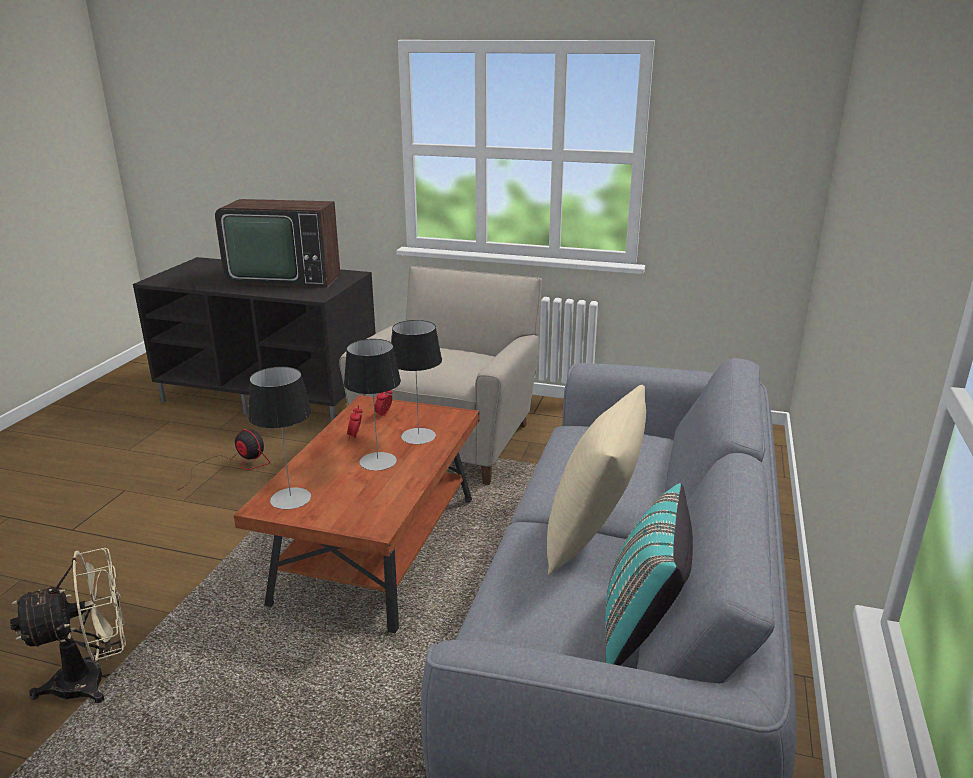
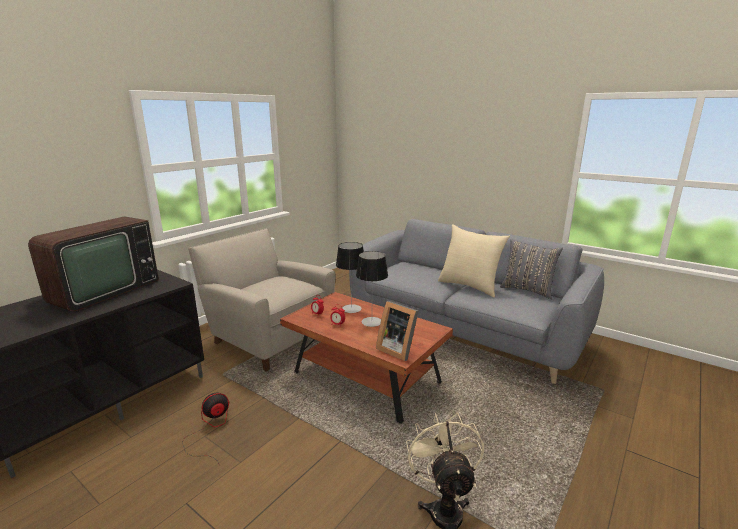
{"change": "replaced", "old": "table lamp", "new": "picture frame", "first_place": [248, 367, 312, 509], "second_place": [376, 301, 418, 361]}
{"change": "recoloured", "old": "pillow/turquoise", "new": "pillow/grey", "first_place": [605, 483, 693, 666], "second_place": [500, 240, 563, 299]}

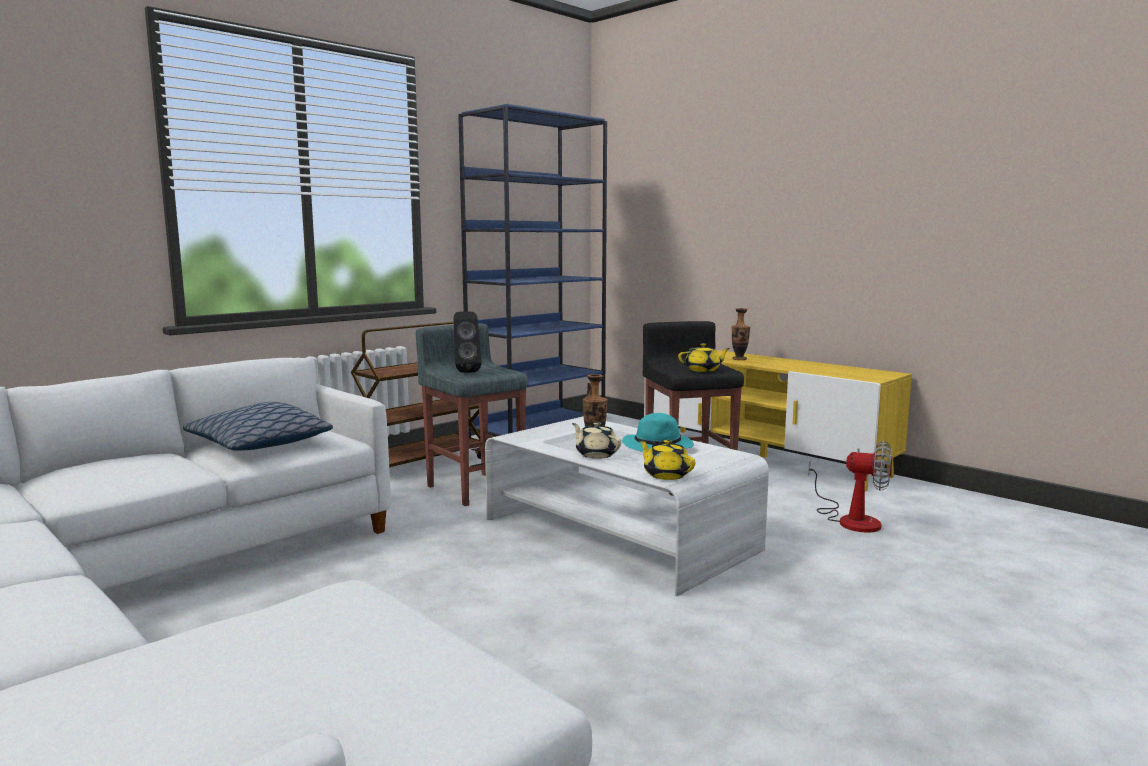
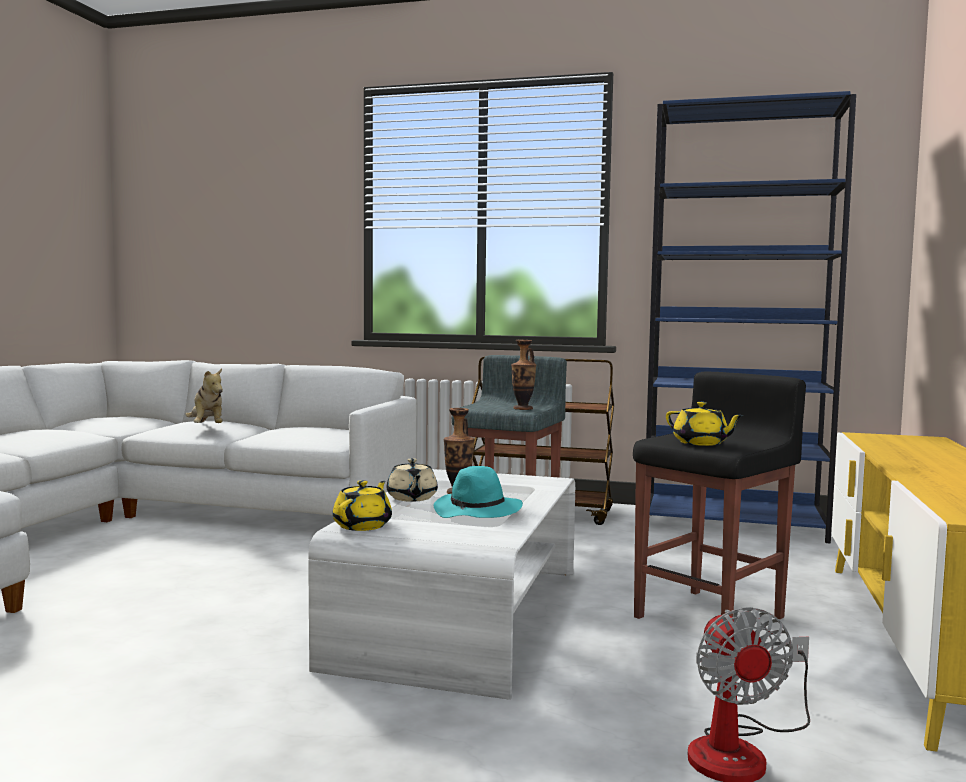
{"change": "moved", "old": "vase", "first_place": [732, 308, 750, 360], "second_place": [511, 340, 536, 410]}
{"change": "removed", "old": "speaker/black", "first_place": [454, 312, 482, 373]}
{"change": "removed", "old": "pillow", "first_place": [183, 402, 333, 450]}
{"change": "turned", "old": "teapot/beige", "first_place": [572, 422, 621, 459], "second_place": [386, 458, 438, 502], "degrees": 150}
{"change": "added", "new": "plush toy", "second_place": [185, 368, 223, 423]}

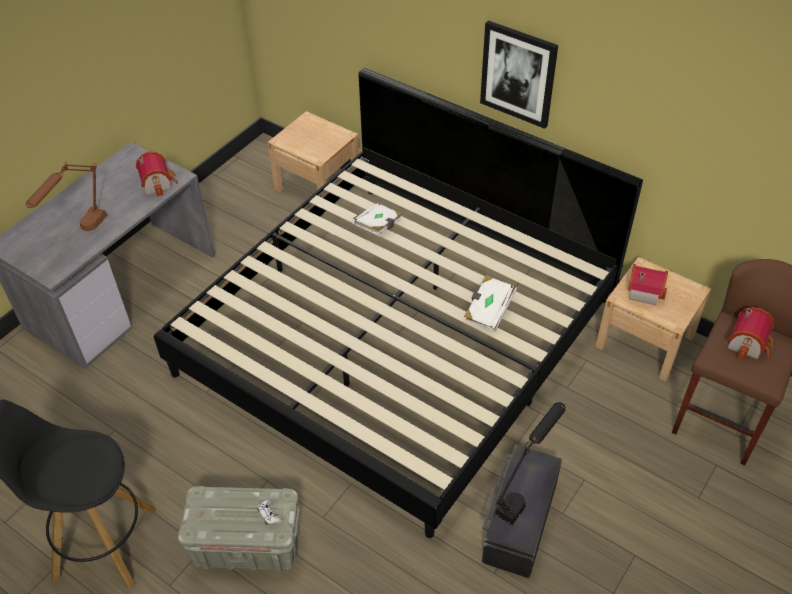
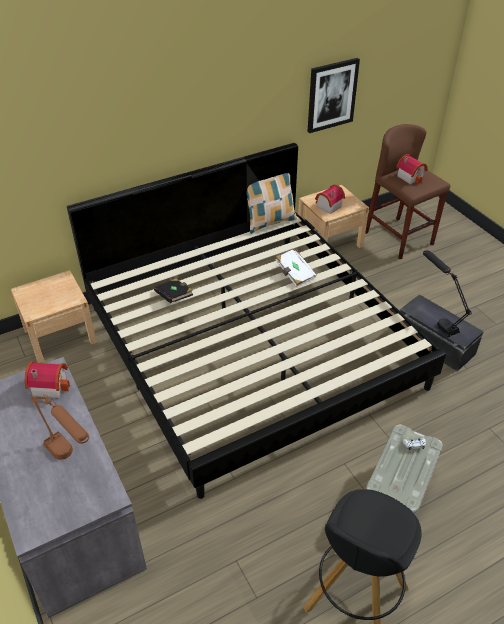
{"change": "moved", "old": "picture", "first_place": [480, 21, 558, 129], "second_place": [307, 58, 360, 133]}
{"change": "recoloured", "old": "book/white", "new": "book/black", "first_place": [352, 203, 403, 235], "second_place": [154, 278, 193, 303]}
{"change": "added", "new": "pillow", "second_place": [246, 173, 297, 234]}

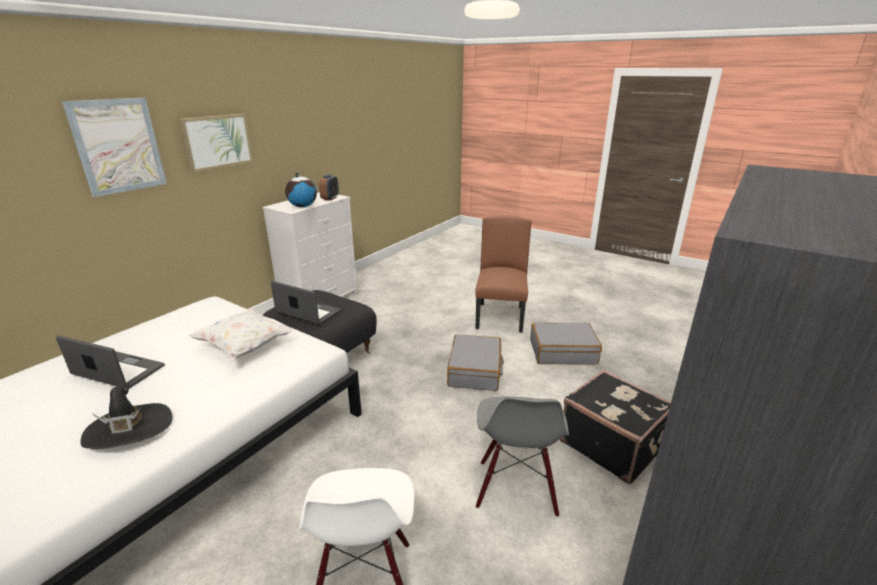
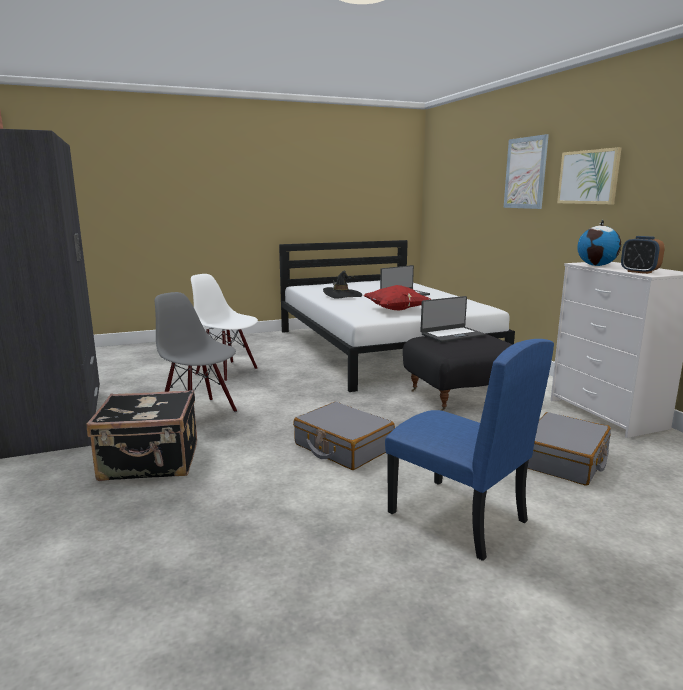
{"change": "recoloured", "old": "chair/brown", "new": "chair/blue", "first_place": [475, 215, 531, 333], "second_place": [385, 339, 554, 561]}
{"change": "recoloured", "old": "pillow/white", "new": "pillow/red", "first_place": [189, 309, 293, 361], "second_place": [363, 285, 432, 310]}
{"change": "moved", "old": "suitcase/grey", "first_place": [530, 323, 602, 364], "second_place": [527, 412, 611, 486]}

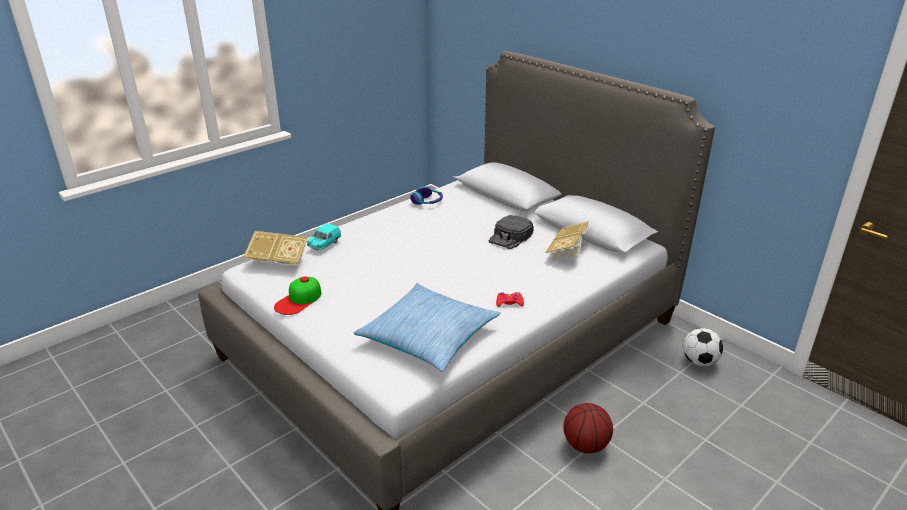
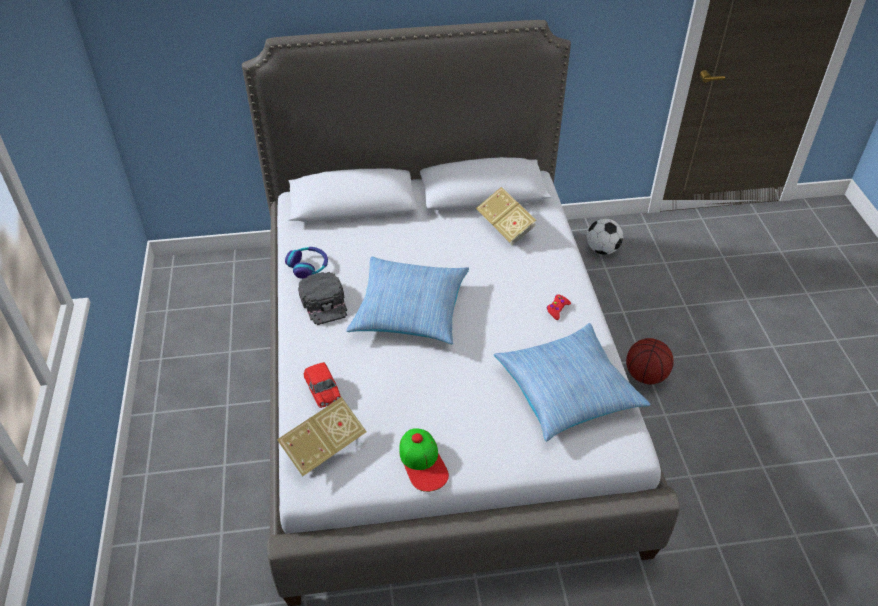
{"change": "moved", "old": "cap/black", "first_place": [489, 215, 534, 249], "second_place": [298, 272, 347, 325]}
{"change": "recoloured", "old": "toy car/turquoise", "new": "toy car/red", "first_place": [307, 224, 341, 250], "second_place": [304, 362, 341, 408]}
{"change": "added", "new": "pillow", "second_place": [346, 257, 469, 345]}

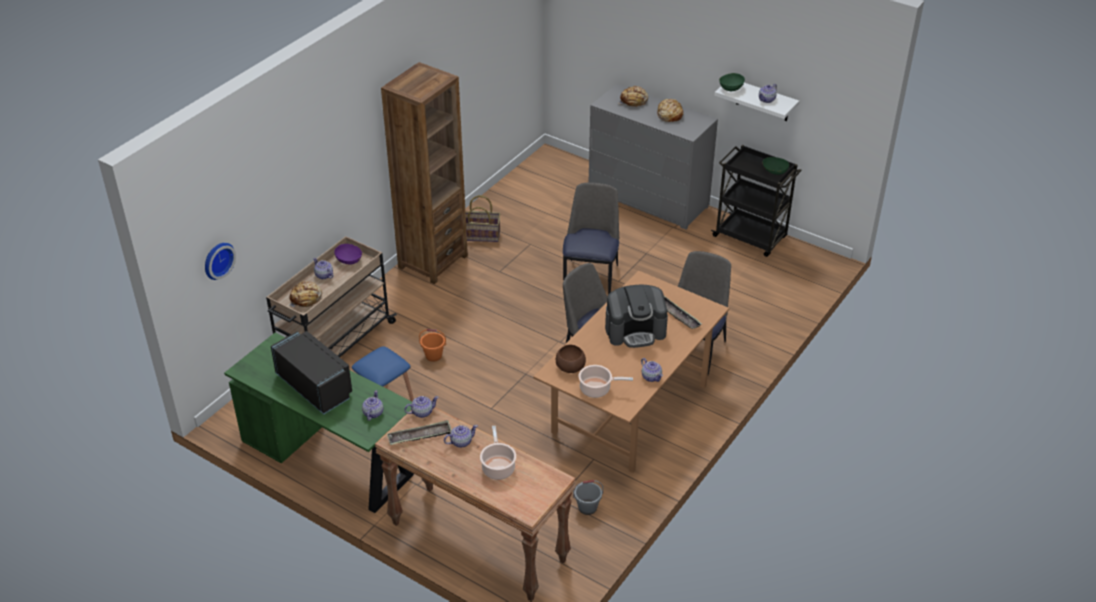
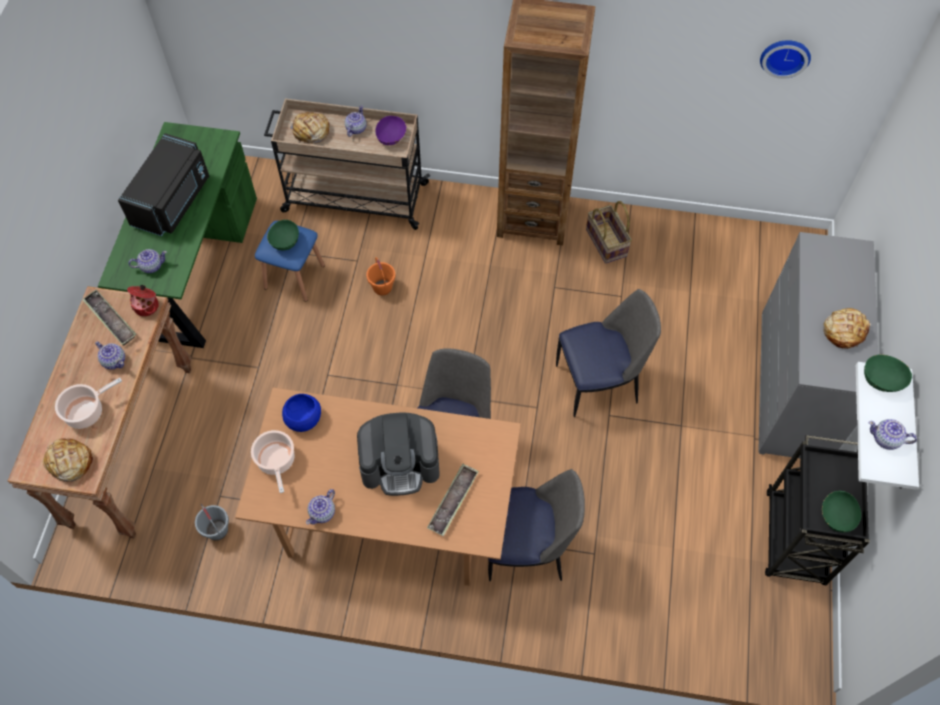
{"change": "moved", "old": "bread", "first_place": [618, 86, 648, 108], "second_place": [43, 439, 93, 482]}
{"change": "moved", "old": "wall clock", "first_place": [205, 243, 236, 280], "second_place": [760, 40, 811, 79]}
{"change": "turned", "old": "coffee machine", "first_place": [605, 284, 668, 348], "second_place": [357, 412, 440, 496], "degrees": -60}
{"change": "recoloured", "old": "bowl/brown", "new": "bowl/blue", "first_place": [556, 345, 586, 373], "second_place": [282, 394, 321, 432]}
{"change": "replaced", "old": "teapot", "new": "cooking pot", "first_place": [404, 396, 439, 418], "second_place": [127, 285, 159, 316]}
{"change": "added", "new": "bowl/green", "second_place": [267, 220, 299, 250]}

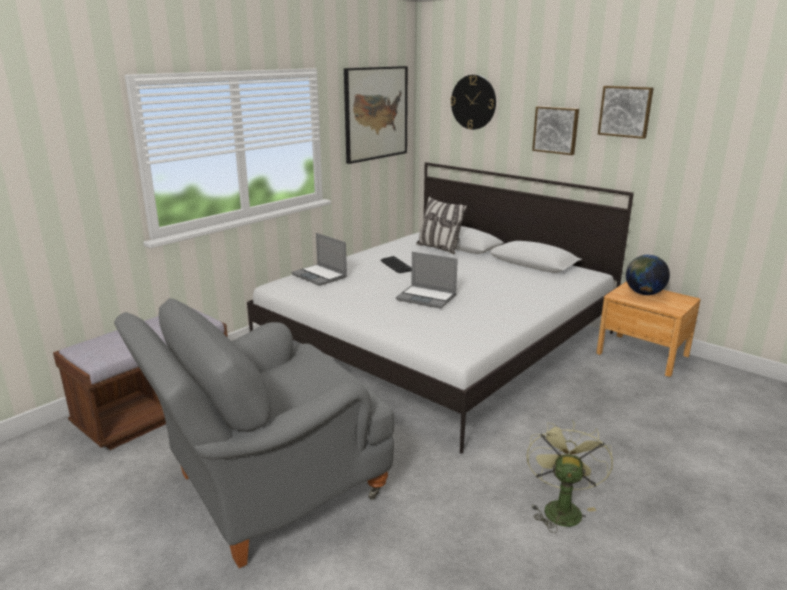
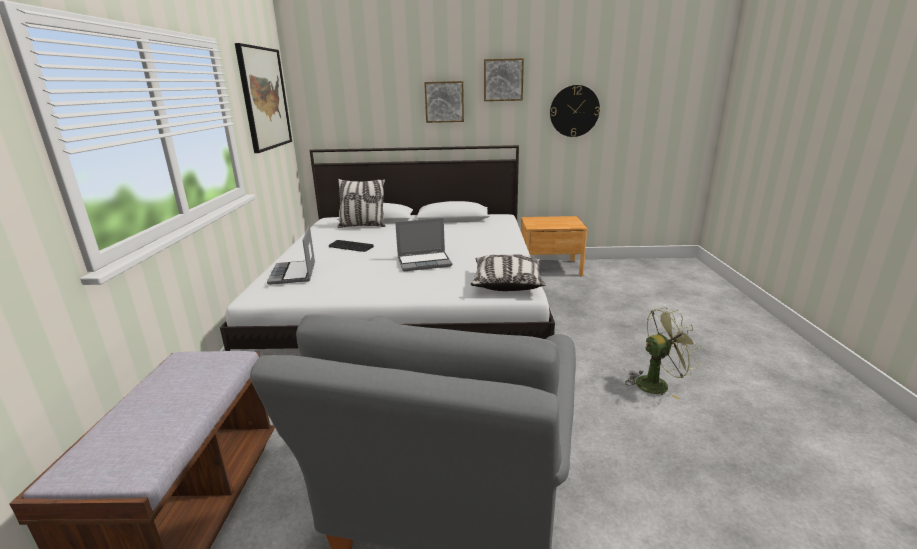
{"change": "moved", "old": "wall clock", "first_place": [450, 75, 496, 130], "second_place": [550, 85, 600, 137]}
{"change": "turned", "old": "laptop", "first_place": [291, 233, 347, 286], "second_place": [267, 225, 315, 285], "degrees": 75}
{"change": "removed", "old": "globe", "first_place": [626, 255, 670, 295]}
{"change": "turned", "old": "fan/green", "first_place": [527, 420, 613, 533], "second_place": [625, 307, 700, 400], "degrees": 105}
{"change": "added", "new": "pillow", "second_place": [471, 254, 546, 291]}

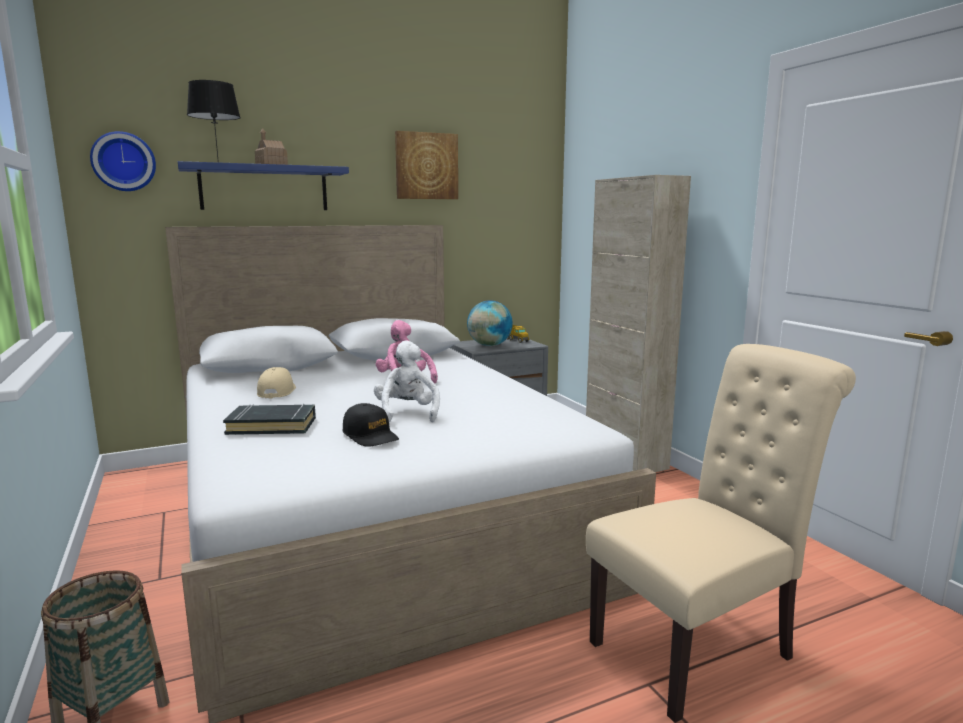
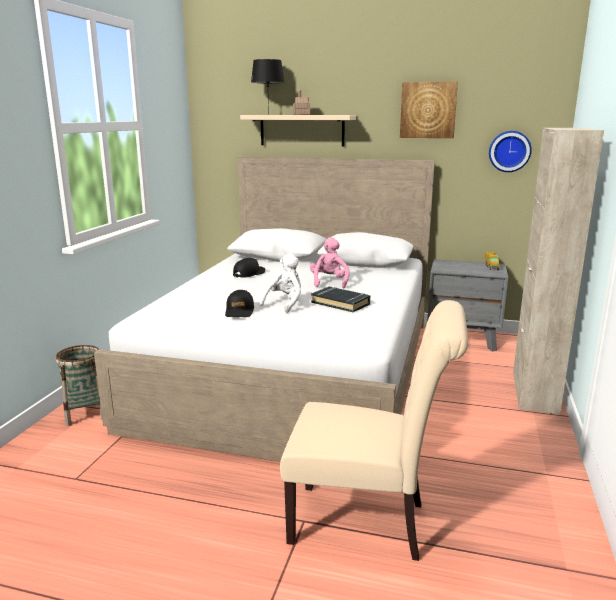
{"change": "moved", "old": "wall clock", "first_place": [90, 131, 156, 191], "second_place": [489, 131, 532, 172]}
{"change": "recoloured", "old": "shelf/blue", "new": "shelf/beige", "first_place": [178, 161, 349, 210], "second_place": [240, 115, 356, 147]}
{"change": "removed", "old": "globe", "first_place": [467, 300, 513, 346]}
{"change": "recoloured", "old": "cap/beige", "new": "cap/black", "first_place": [257, 367, 296, 399], "second_place": [233, 258, 265, 278]}
{"change": "moved", "old": "book/black", "first_place": [223, 404, 316, 435], "second_place": [311, 287, 370, 312]}

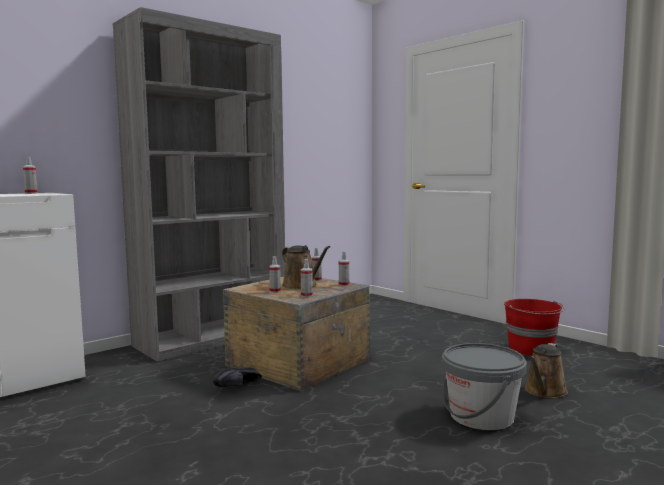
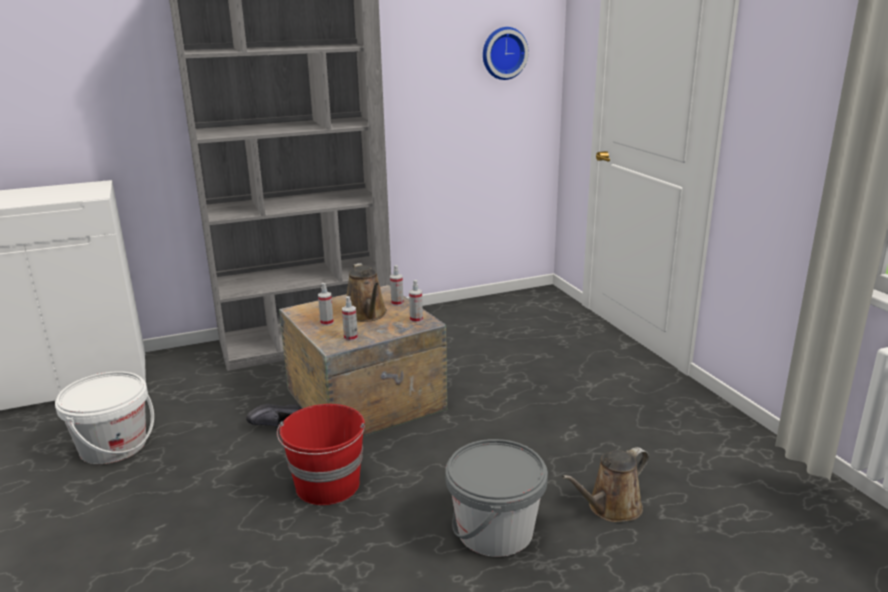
{"change": "removed", "old": "spray bottle", "first_place": [23, 156, 38, 194]}
{"change": "moved", "old": "bucket/red", "first_place": [504, 299, 565, 356], "second_place": [277, 404, 365, 505]}
{"change": "added", "new": "wall clock", "second_place": [483, 27, 529, 80]}
{"change": "added", "new": "bucket/white", "second_place": [55, 371, 154, 464]}

